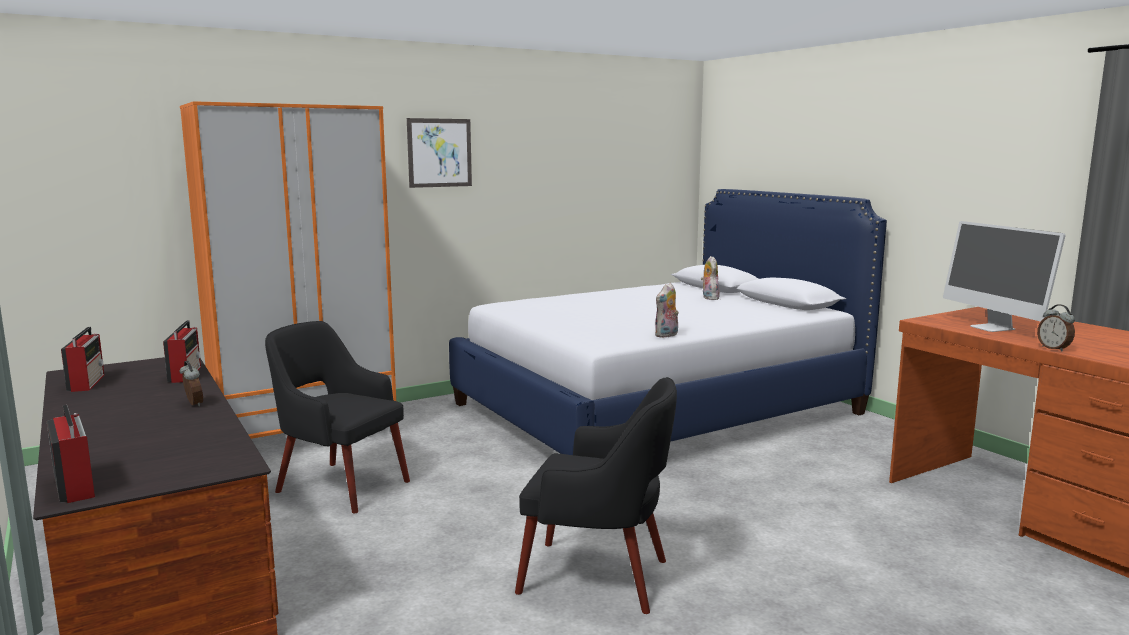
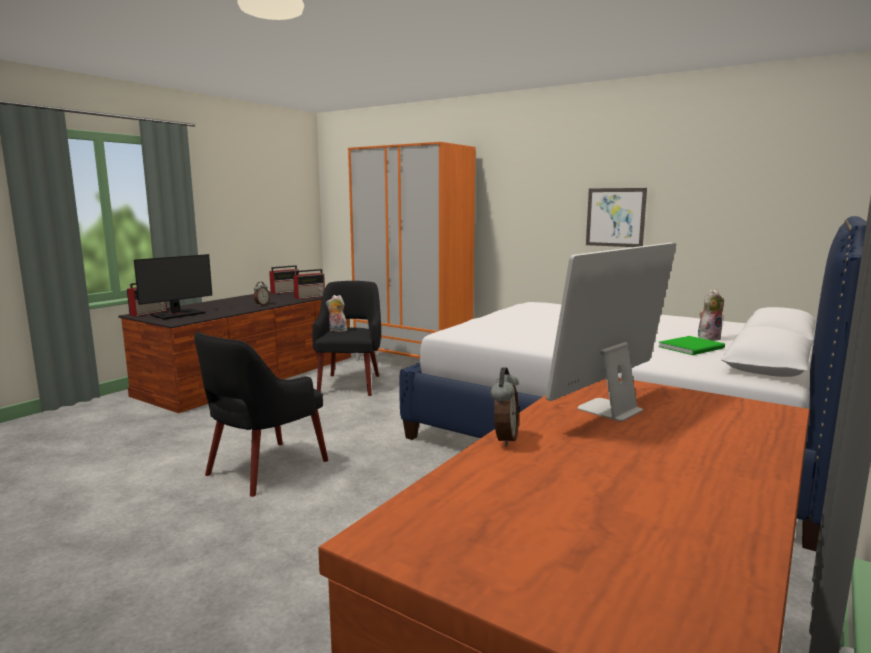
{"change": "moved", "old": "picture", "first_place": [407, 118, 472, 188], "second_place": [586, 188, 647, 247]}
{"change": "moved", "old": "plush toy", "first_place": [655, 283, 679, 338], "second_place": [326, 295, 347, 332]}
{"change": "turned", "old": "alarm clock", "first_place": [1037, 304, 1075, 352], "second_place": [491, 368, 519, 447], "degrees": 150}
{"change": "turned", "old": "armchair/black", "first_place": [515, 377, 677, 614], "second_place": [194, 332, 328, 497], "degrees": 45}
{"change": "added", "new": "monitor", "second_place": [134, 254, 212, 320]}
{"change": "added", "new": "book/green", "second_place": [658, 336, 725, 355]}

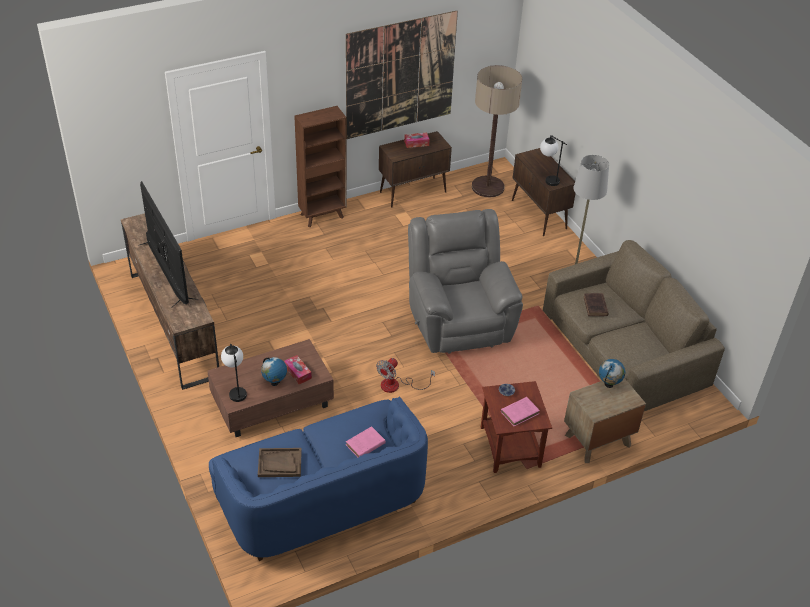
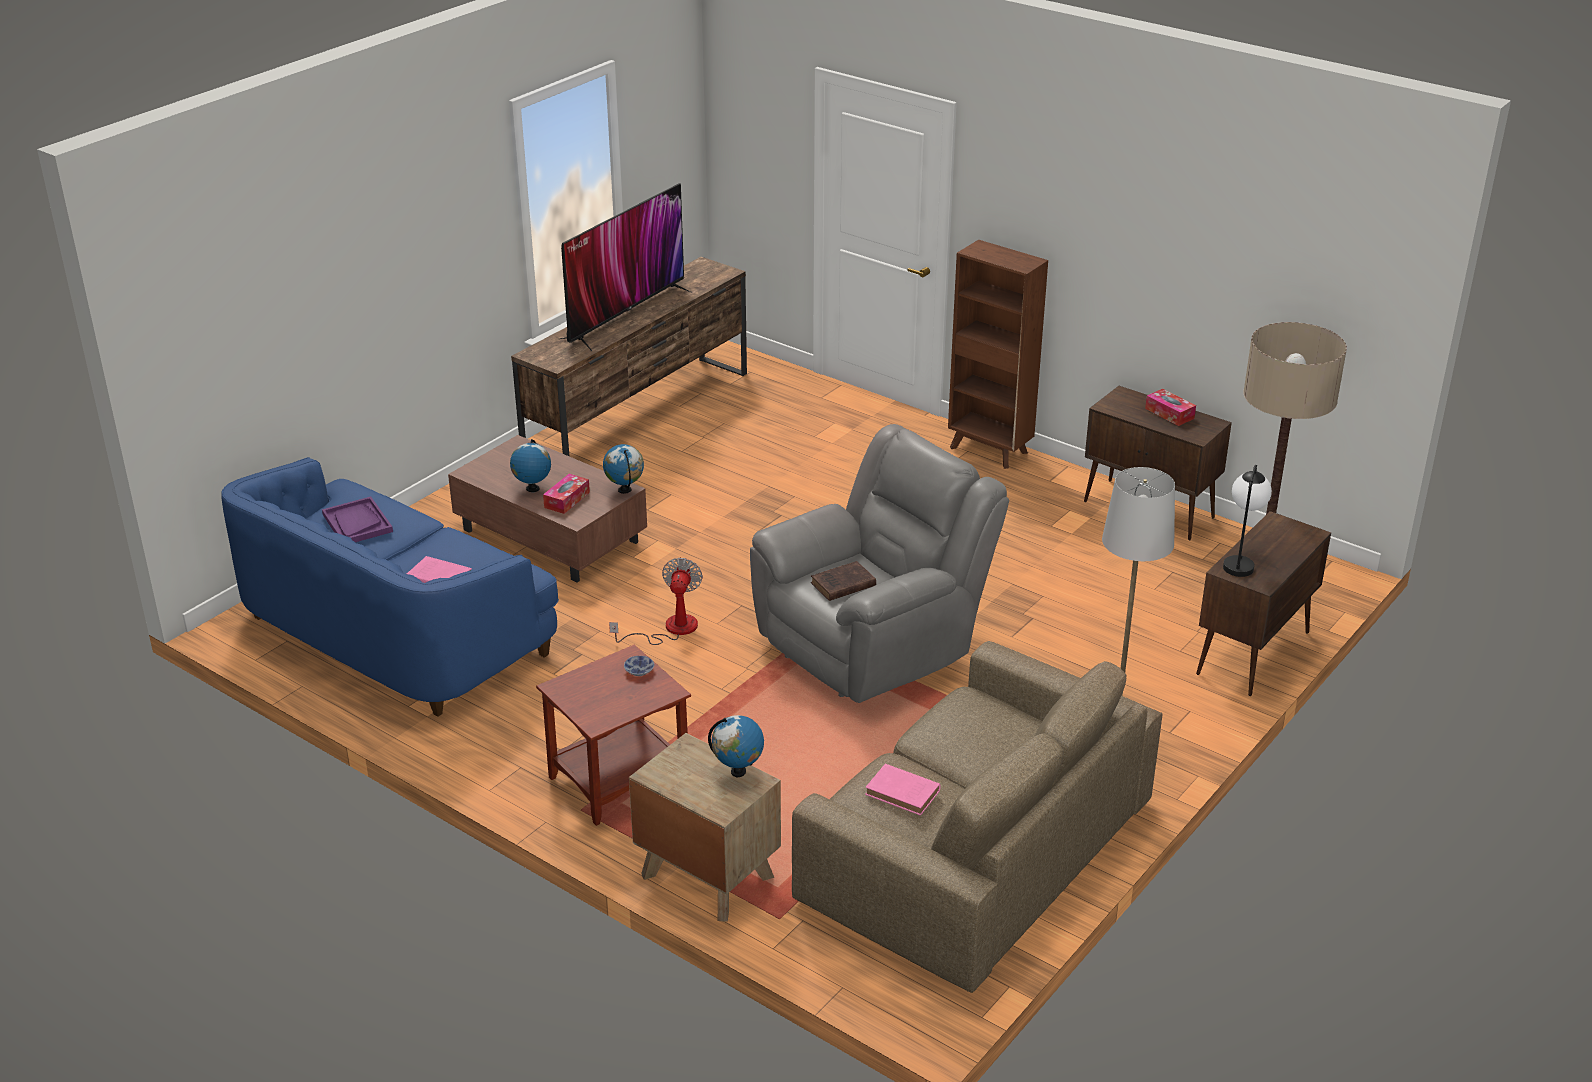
{"change": "removed", "old": "picture", "first_place": [346, 11, 458, 139]}
{"change": "moved", "old": "book/brown", "first_place": [584, 293, 609, 316], "second_place": [811, 561, 876, 601]}
{"change": "removed", "old": "table lamp", "first_place": [221, 344, 247, 402]}
{"change": "turned", "old": "fan", "first_place": [376, 358, 435, 393], "second_place": [609, 558, 703, 645], "degrees": 90}
{"change": "moved", "old": "book/pink", "first_place": [501, 397, 540, 426], "second_place": [865, 764, 941, 816]}
{"change": "recoloured", "old": "tray/brown", "new": "tray/purple", "first_place": [258, 448, 302, 477], "second_place": [322, 496, 393, 542]}
{"change": "added", "new": "globe", "second_place": [603, 444, 644, 494]}

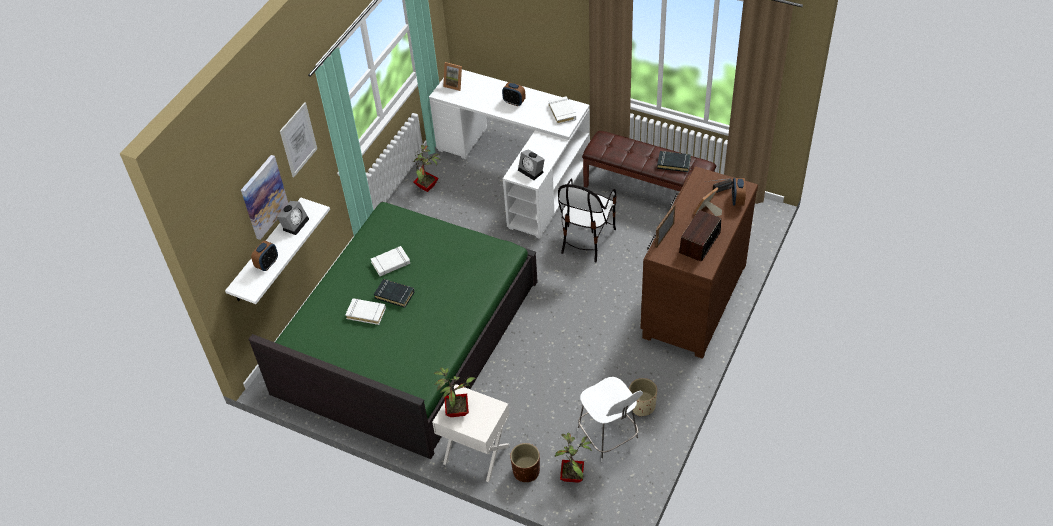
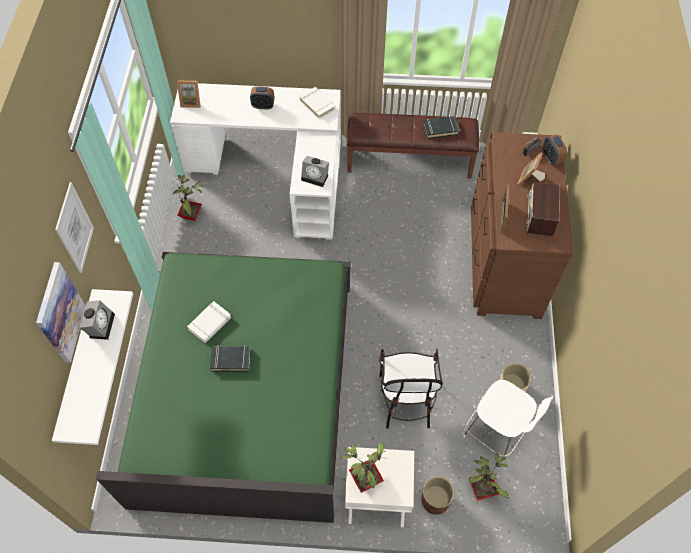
{"change": "moved", "old": "chair", "first_place": [558, 178, 617, 263], "second_place": [379, 349, 443, 429]}
{"change": "removed", "old": "alarm clock", "first_place": [251, 241, 278, 271]}
{"change": "removed", "old": "book/white", "first_place": [345, 298, 386, 325]}

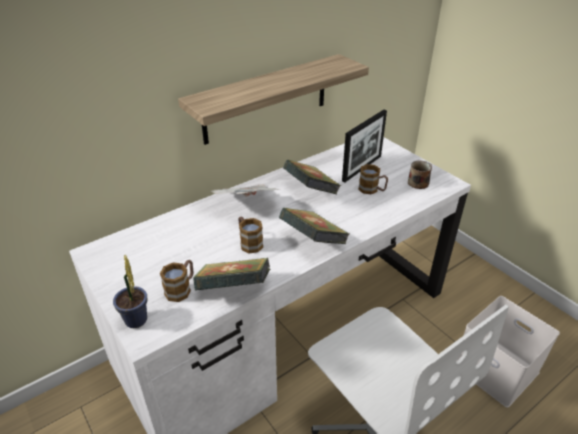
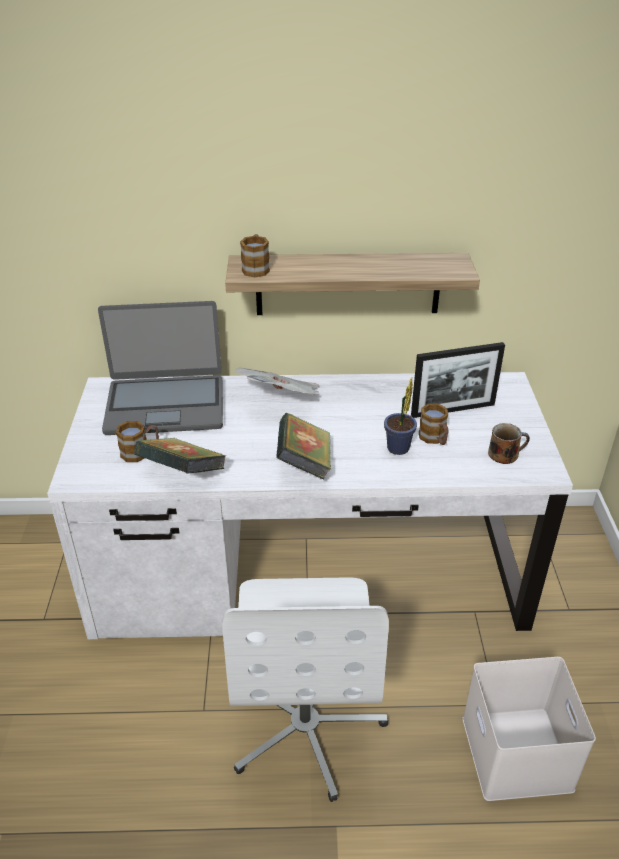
{"change": "removed", "old": "book", "first_place": [283, 160, 341, 194]}
{"change": "moved", "old": "mug", "first_place": [238, 217, 263, 253], "second_place": [240, 234, 270, 277]}
{"change": "moved", "old": "potted plant", "first_place": [113, 254, 147, 328], "second_place": [384, 378, 417, 455]}
{"change": "added", "new": "laptop", "second_place": [98, 301, 223, 435]}

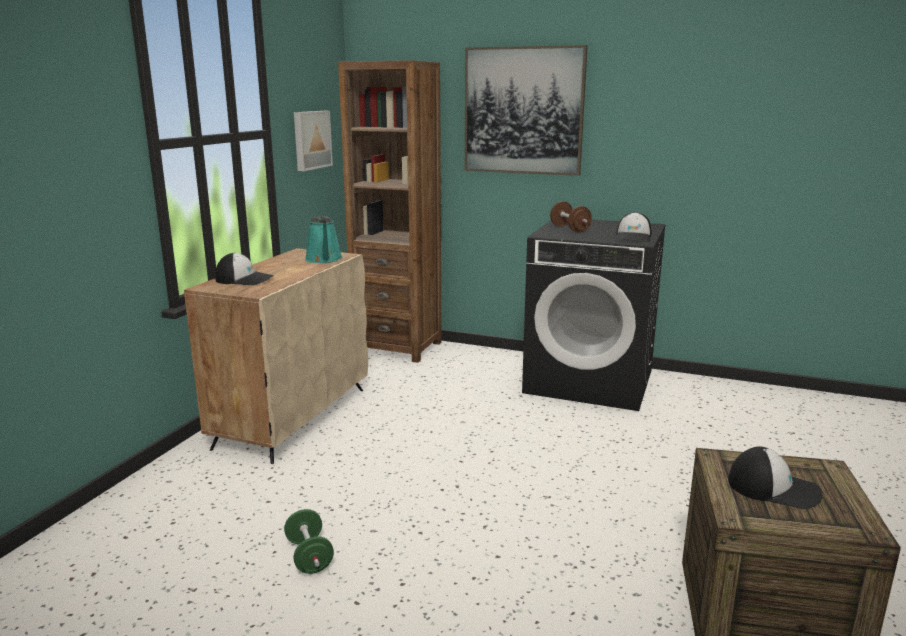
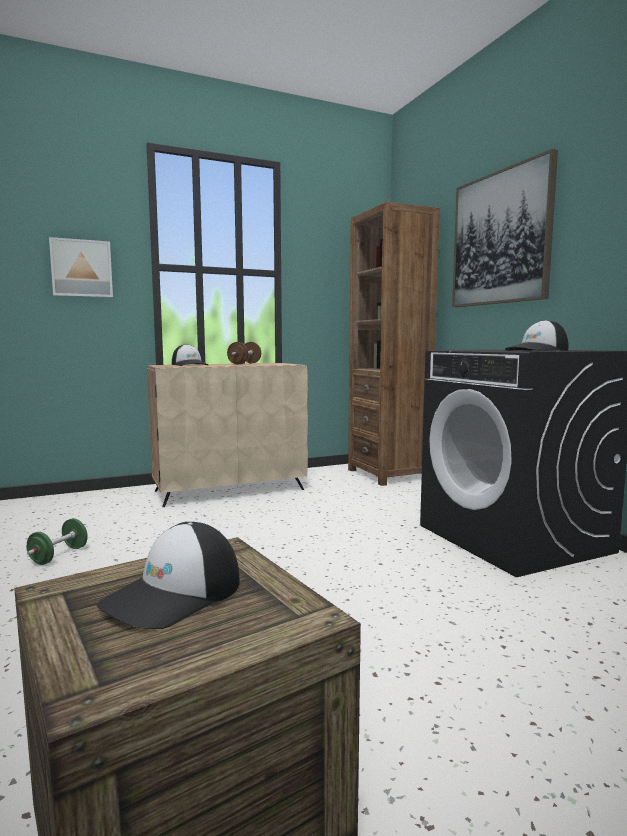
{"change": "moved", "old": "picture", "first_place": [294, 111, 333, 171], "second_place": [49, 237, 113, 298]}
{"change": "moved", "old": "dumbbell/brown", "first_place": [550, 201, 592, 233], "second_place": [227, 342, 261, 365]}
{"change": "removed", "old": "watering can/turquoise", "first_place": [305, 216, 342, 263]}
{"change": "turned", "old": "cap", "first_place": [728, 446, 822, 509], "second_place": [97, 522, 240, 629], "degrees": 60}

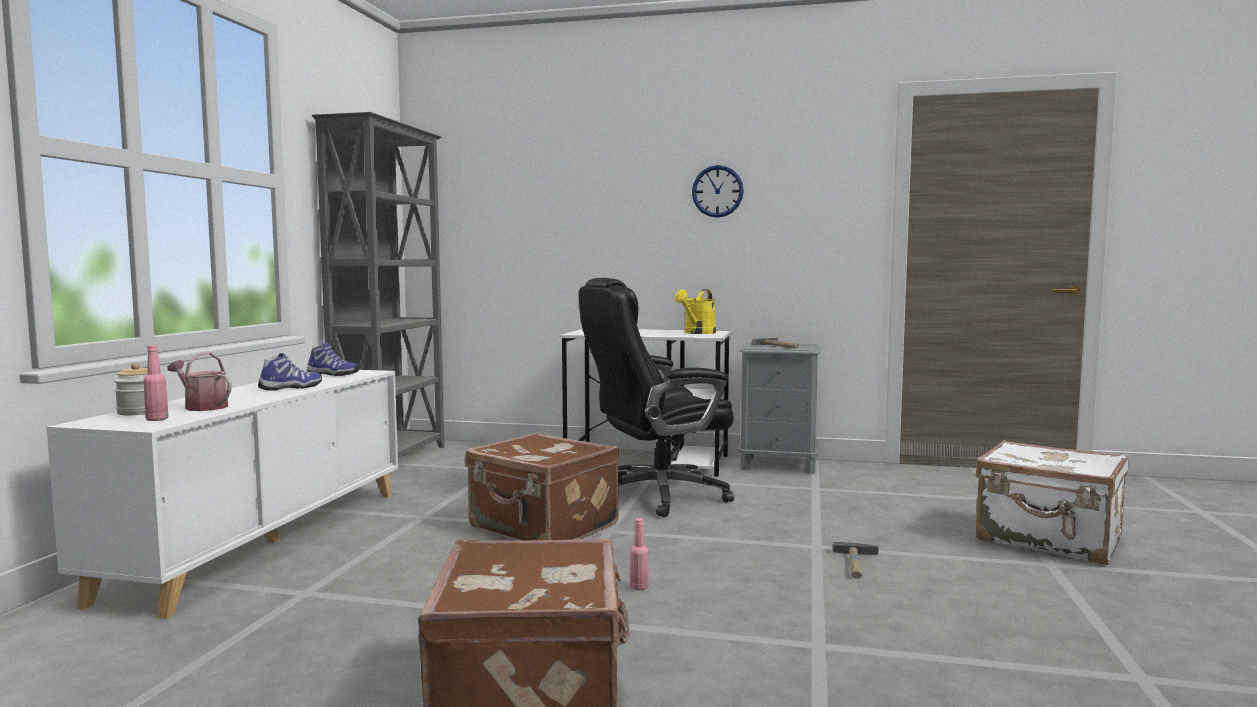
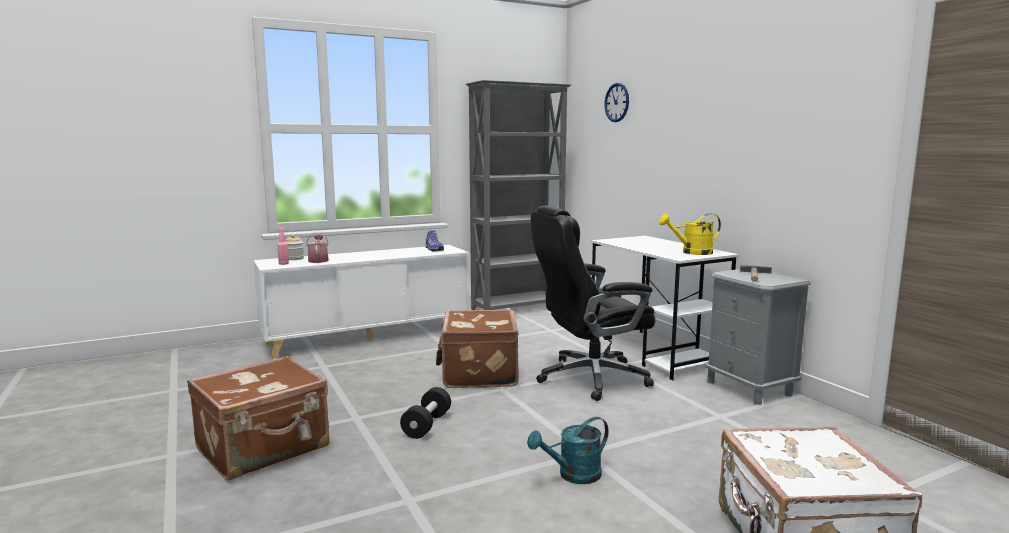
{"change": "moved", "old": "wall clock", "first_place": [692, 165, 744, 218], "second_place": [604, 83, 629, 122]}
{"change": "turned", "old": "office chair/black", "first_place": [579, 278, 734, 518], "second_place": [531, 205, 656, 401], "degrees": -45}
{"change": "removed", "old": "shoe", "first_place": [258, 353, 322, 391]}
{"change": "replaced", "old": "bottle/pink", "new": "dumbbell/black", "first_place": [630, 518, 648, 590], "second_place": [400, 387, 451, 439]}
{"change": "replaced", "old": "hammer", "new": "watering can/turquoise", "first_place": [833, 542, 879, 578], "second_place": [527, 417, 608, 484]}

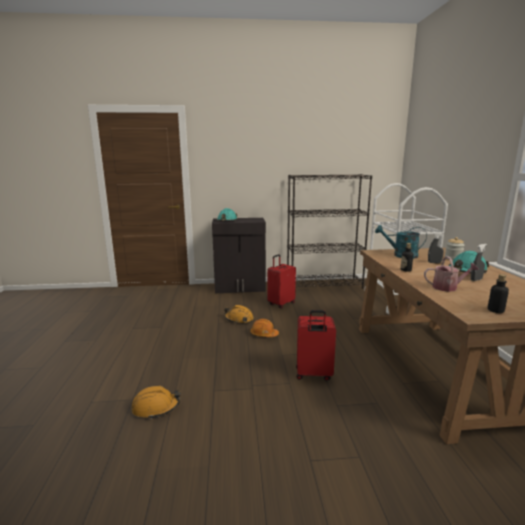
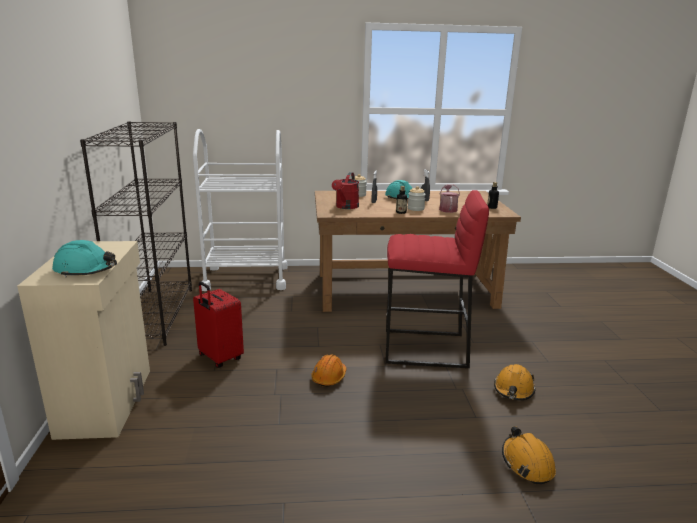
{"change": "recoloured", "old": "cabinet/black", "new": "cabinet/beige", "first_place": [212, 218, 266, 293], "second_place": [17, 241, 150, 440]}
{"change": "recoloured", "old": "watering can/turquoise", "new": "watering can/red", "first_place": [375, 225, 427, 259], "second_place": [332, 172, 359, 209]}
{"change": "moved", "old": "hard hat/orange", "first_place": [224, 305, 254, 324], "second_place": [494, 364, 536, 400]}
{"change": "replaced", "old": "suitcase/red", "new": "stool/red", "first_place": [296, 310, 336, 381], "second_place": [385, 190, 489, 368]}
{"change": "added", "new": "jar", "second_place": [408, 186, 426, 211]}

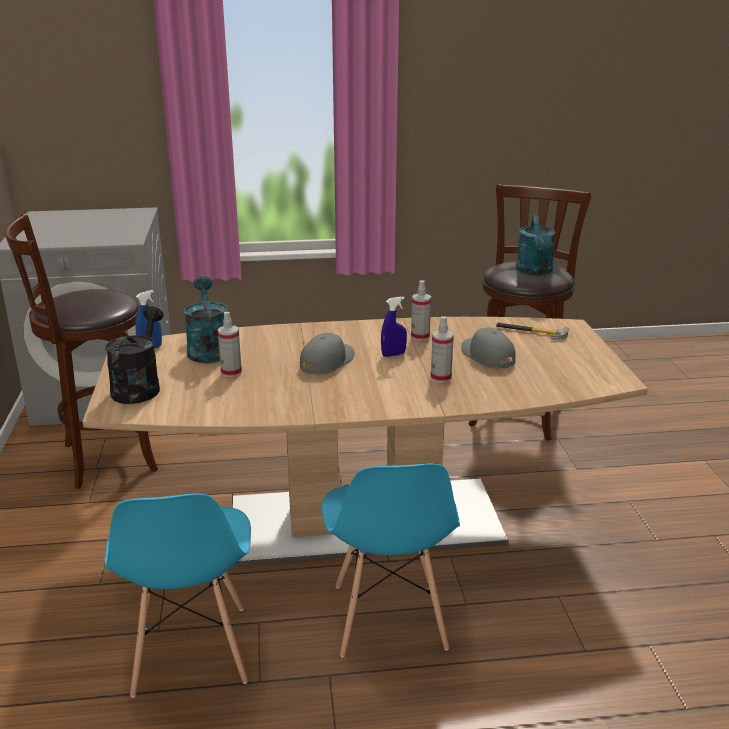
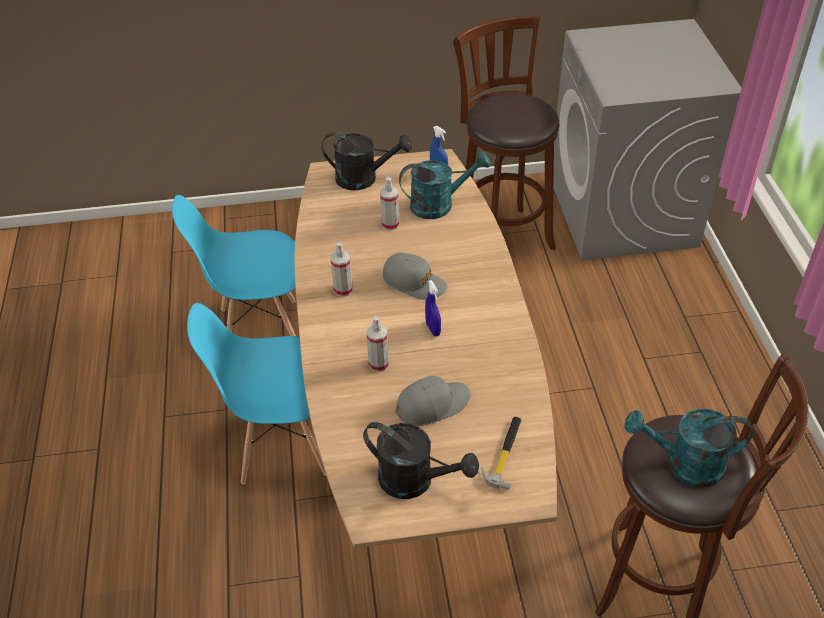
{"change": "moved", "old": "spray bottle", "first_place": [411, 281, 431, 341], "second_place": [331, 242, 353, 297]}
{"change": "added", "new": "watering can/black", "second_place": [363, 422, 479, 499]}

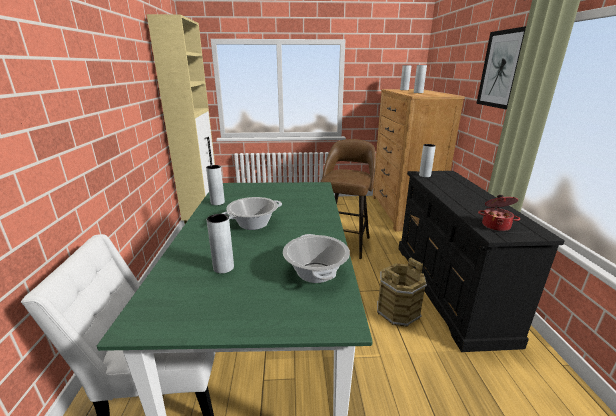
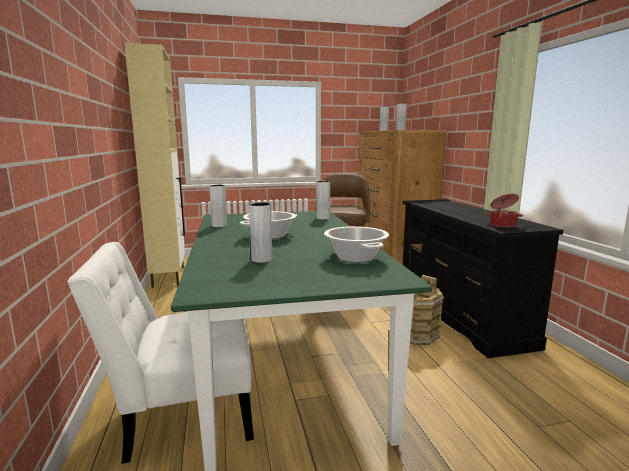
{"change": "removed", "old": "picture", "first_place": [476, 26, 526, 110]}
{"change": "moved", "old": "vase/grey", "first_place": [419, 144, 436, 177], "second_place": [316, 181, 330, 220]}

